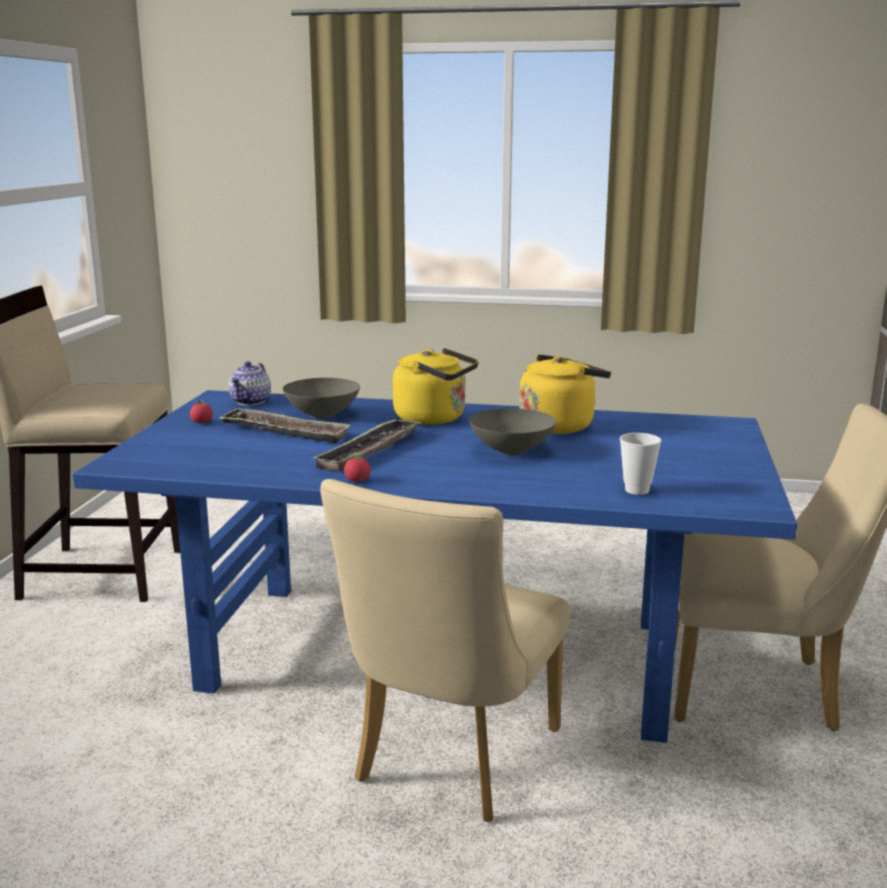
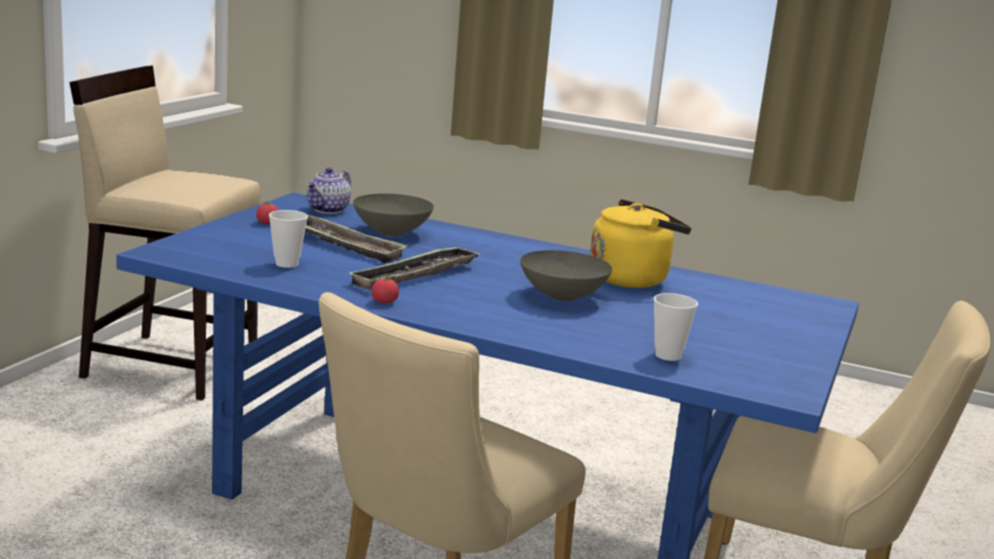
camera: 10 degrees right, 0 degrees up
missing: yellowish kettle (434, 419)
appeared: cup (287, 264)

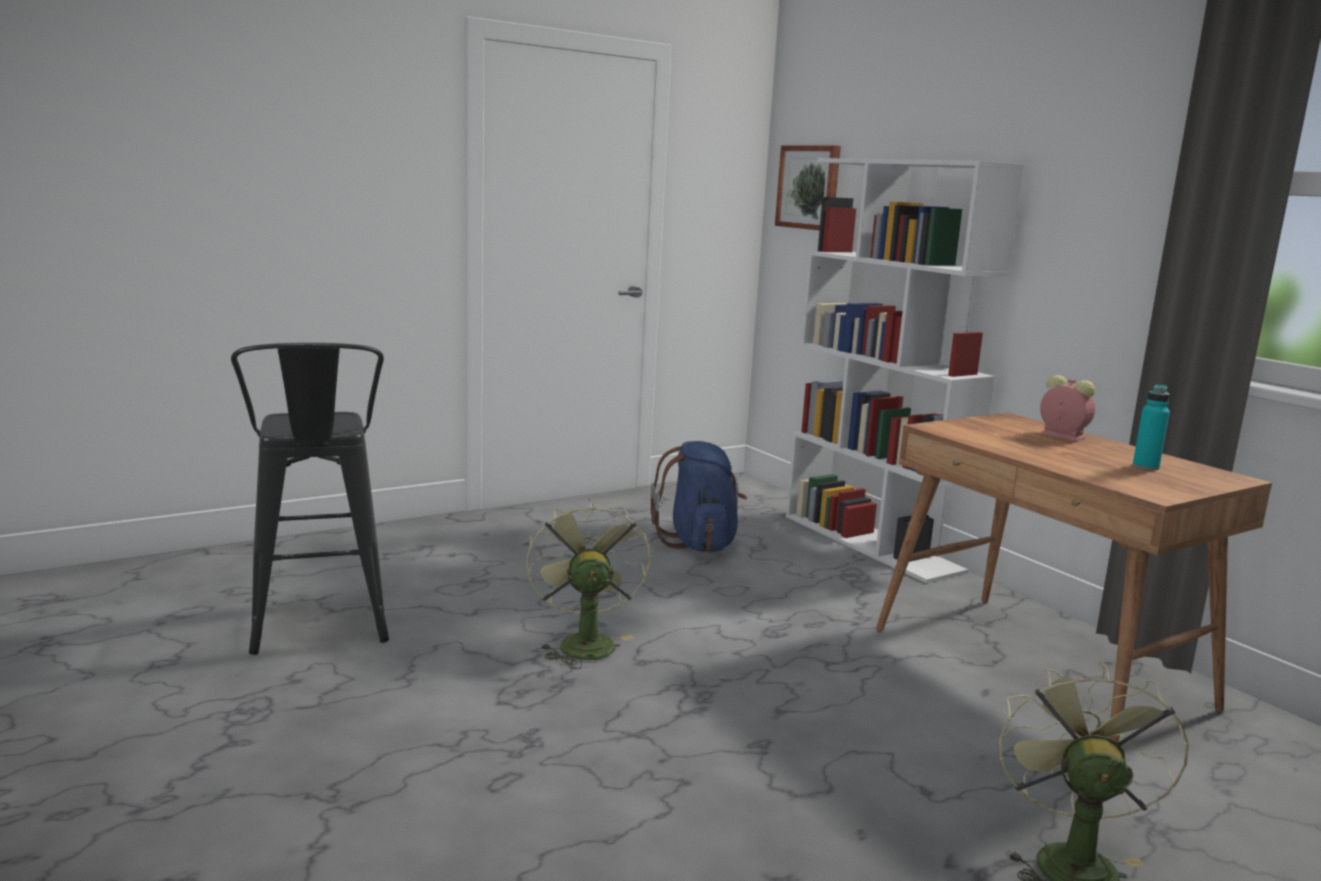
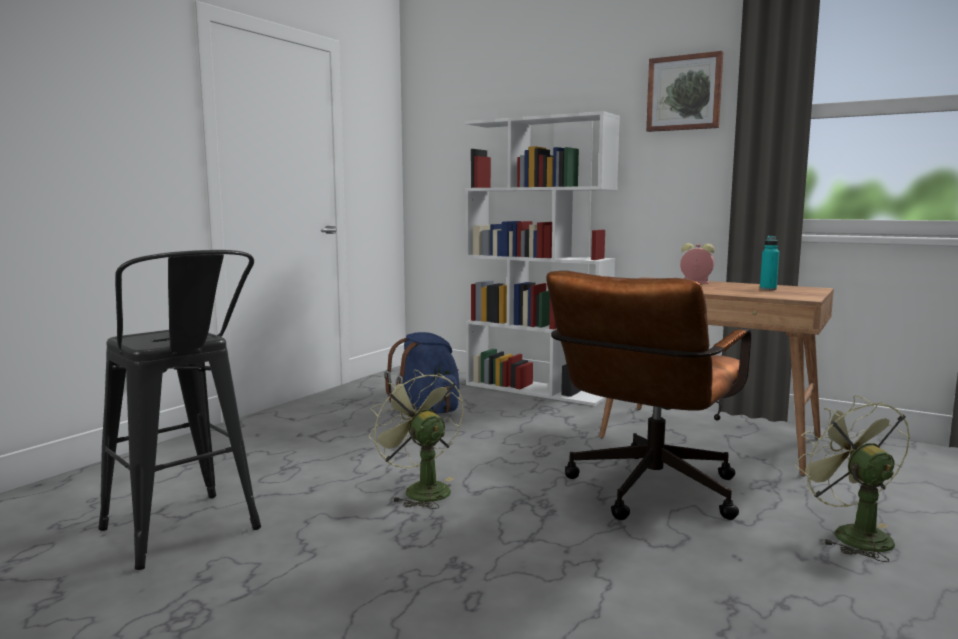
camera: 25 degrees left, 5 degrees down
appeared: brown-coloured computer chair (646, 494)
relocated: wall picture (809, 187) to (684, 93)

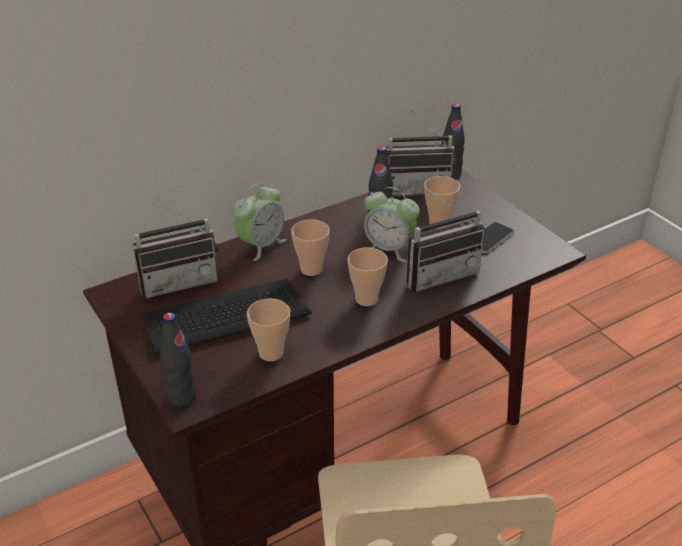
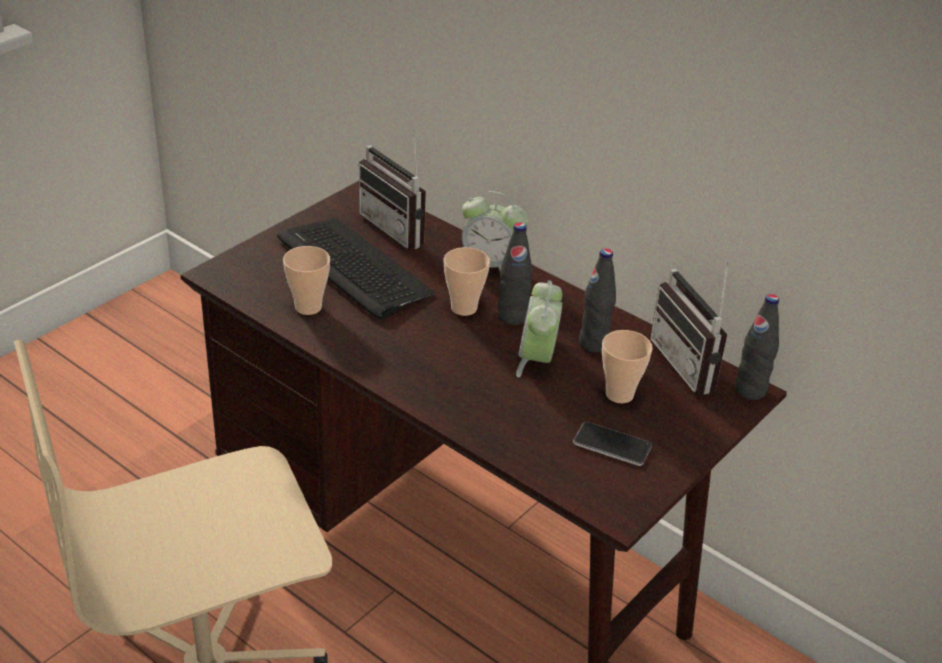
camera: 70 degrees right, 0 degrees up
missing: cup (366, 299); radio (439, 274)
relocated: blackish bottle (181, 396) to (512, 317)

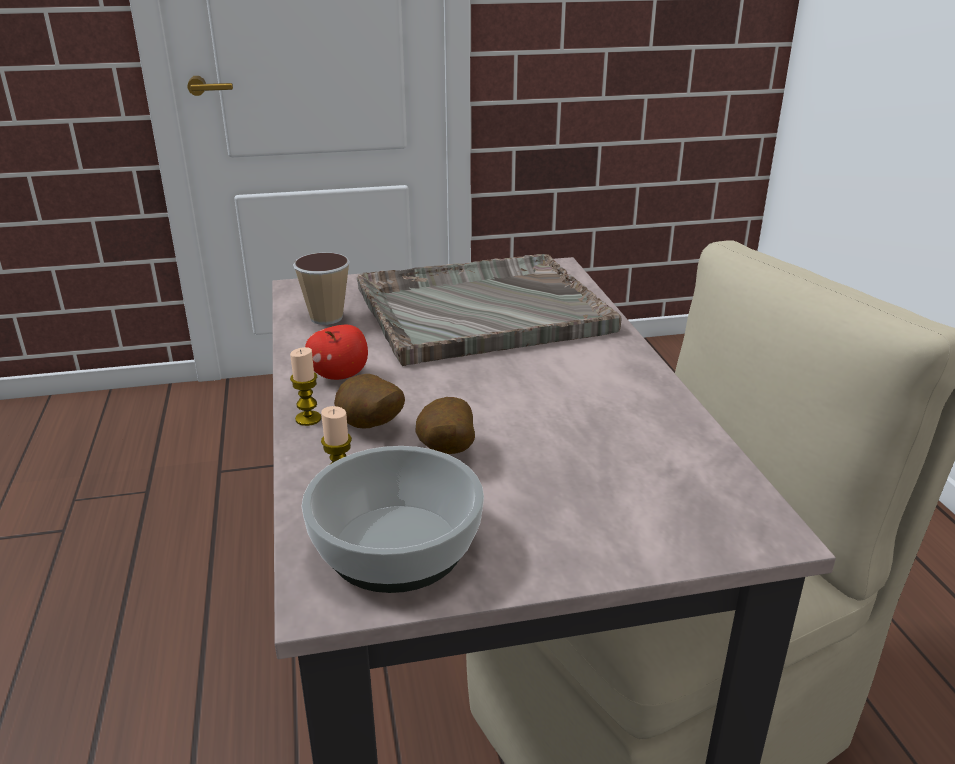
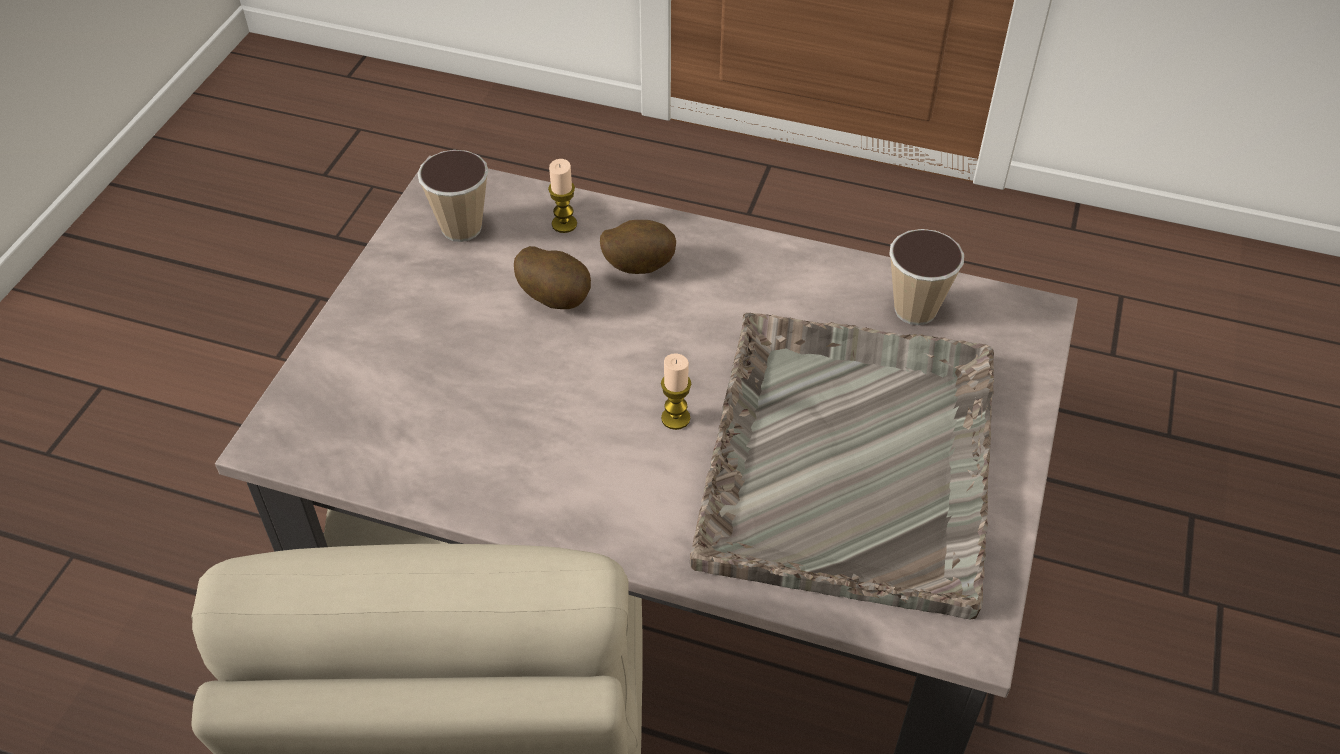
camera: 120 degrees right, 20 degrees up
missing: whole apple (339, 375)
relocated: wax candle (308, 419) to (675, 418)
exchanged: deep dish (397, 548) to cup (461, 228)

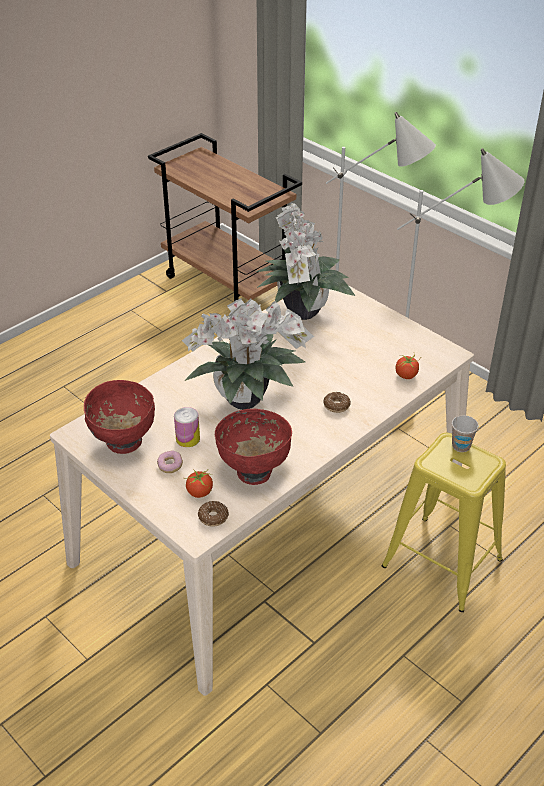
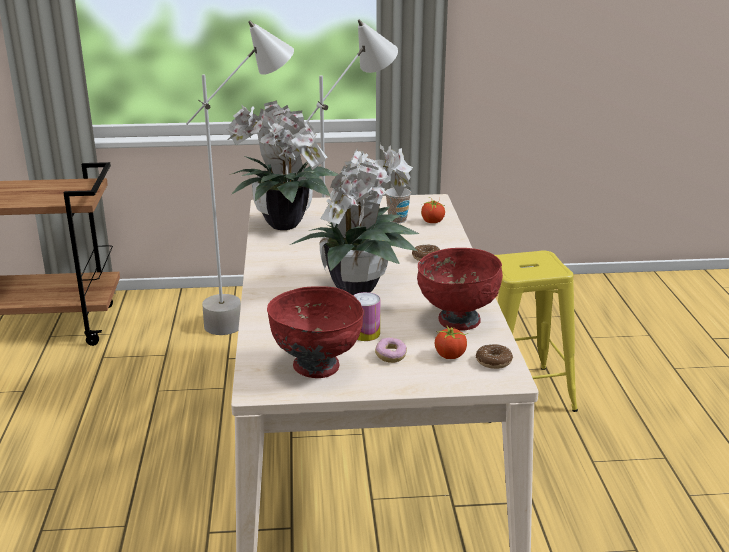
camera: 50 degrees left, 15 degrees down
relocated: cup (461, 446) to (397, 220)

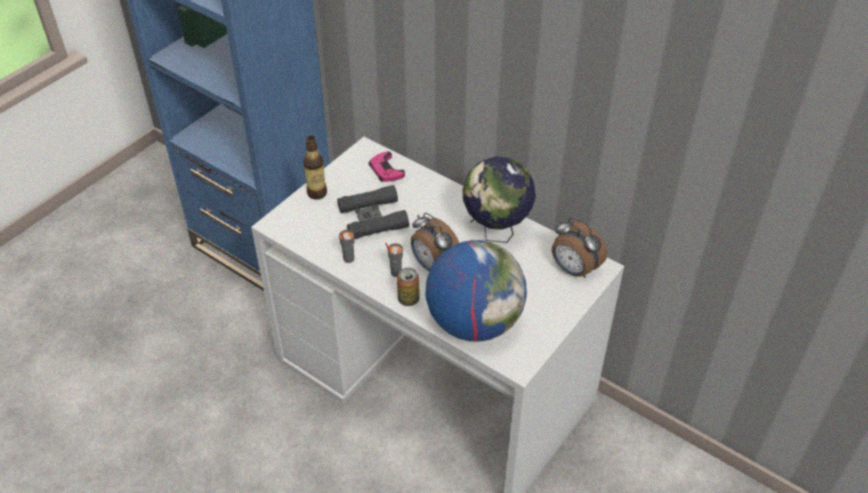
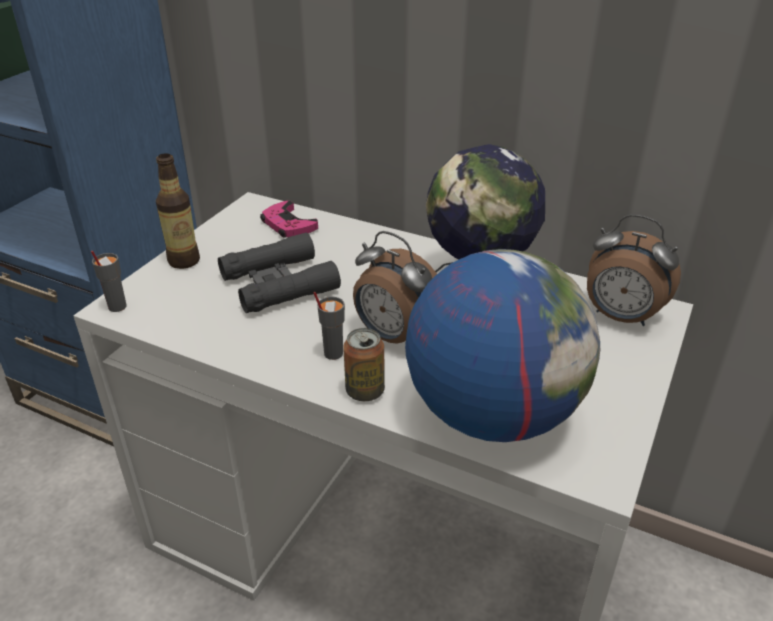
camera: 10 degrees left, 10 degrees down
relocated: gray cup (348, 259) to (116, 307)

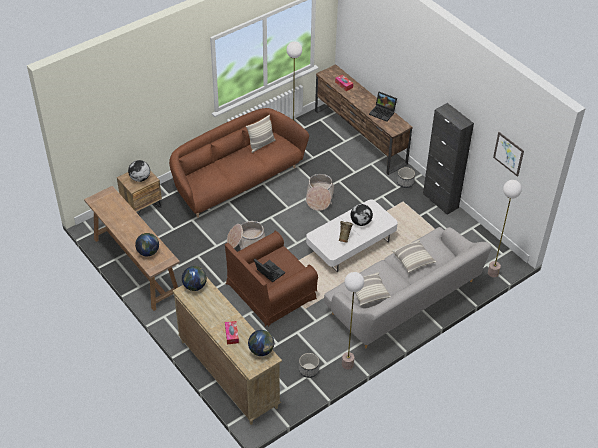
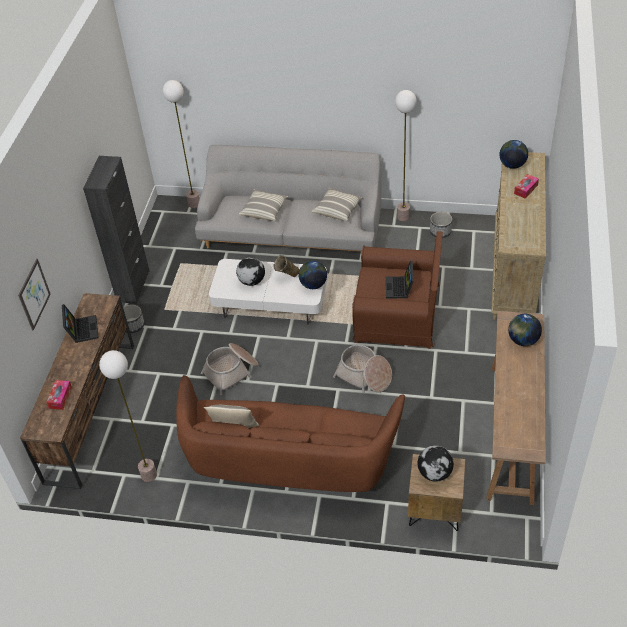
camera: 130 degrees left, 0 degrees up
relocated: globe (195, 286) to (313, 285); wall picture (508, 154) to (34, 294)

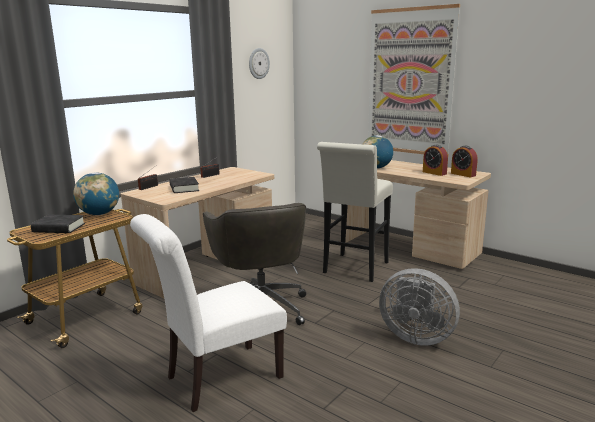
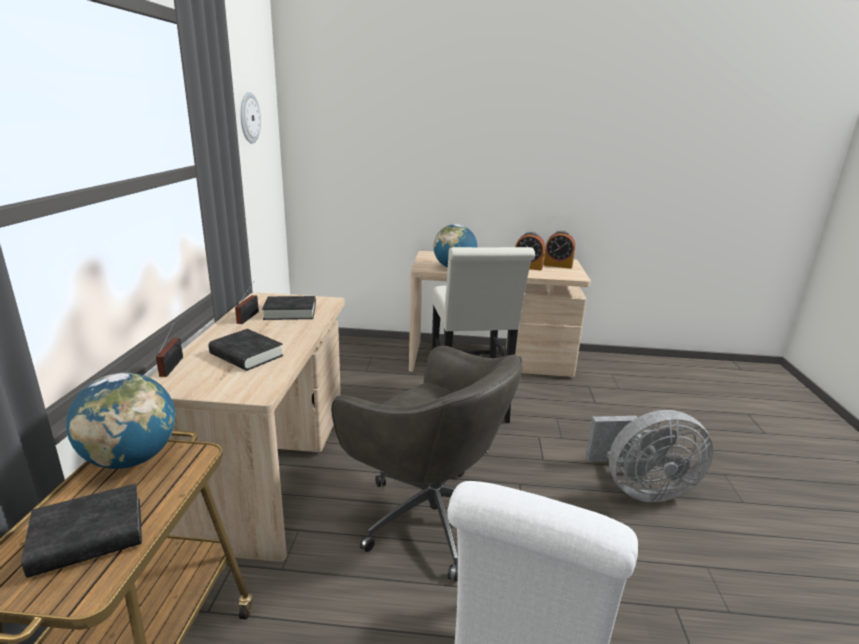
camera: 35 degrees left, 5 degrees up
missing: wall picture (410, 82)
appeared: blackish volume (290, 312)

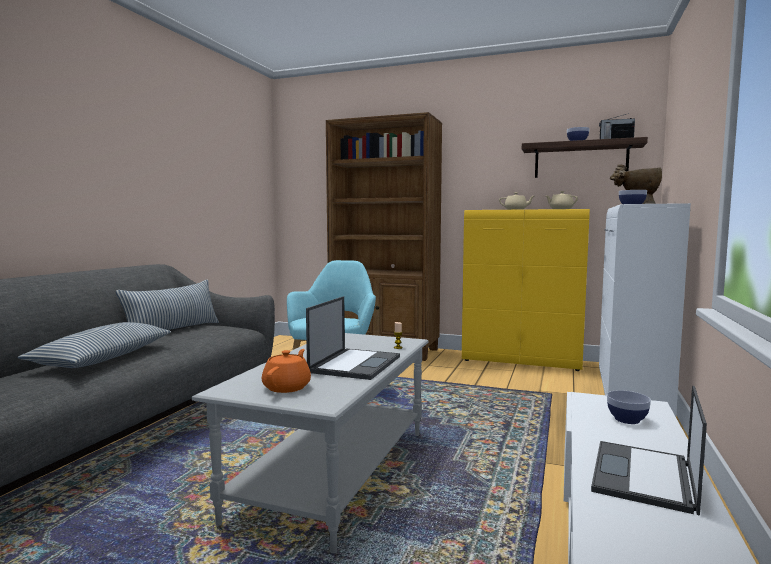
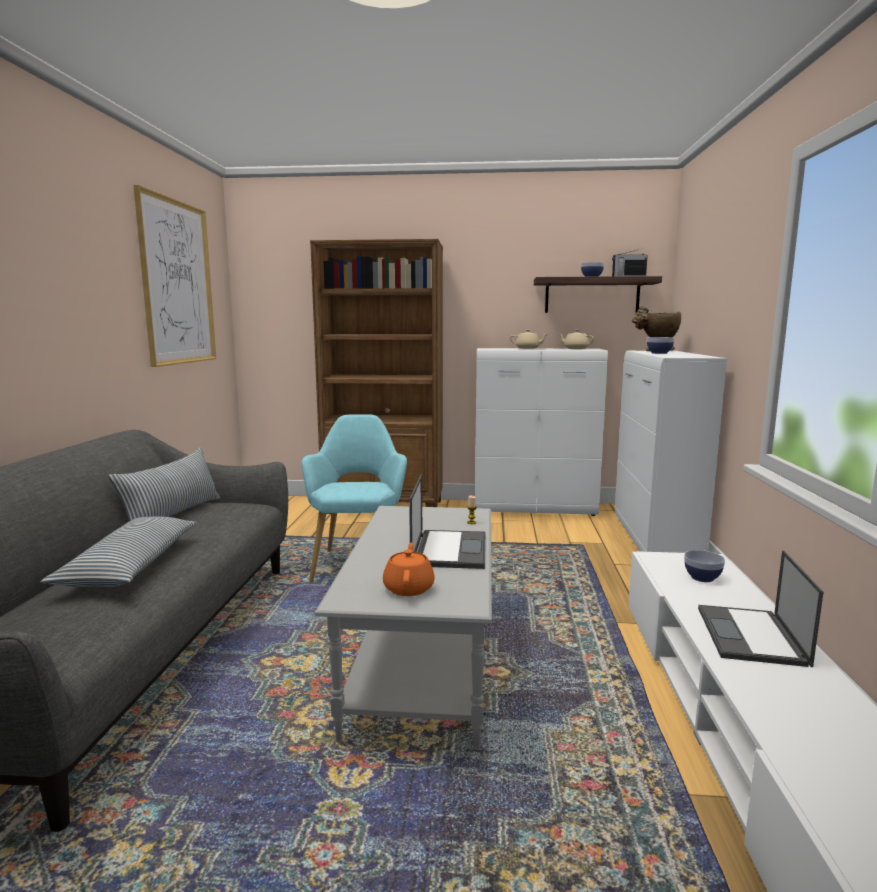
camera: 15 degrees left, 5 degrees up
appeared: wall picture (177, 283)
colour: yellowish storage cabinet (522, 361) to white storage cabinet (535, 509)

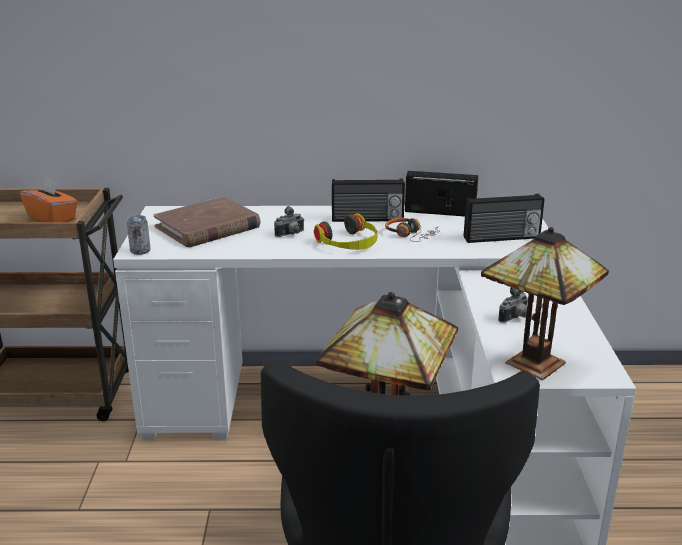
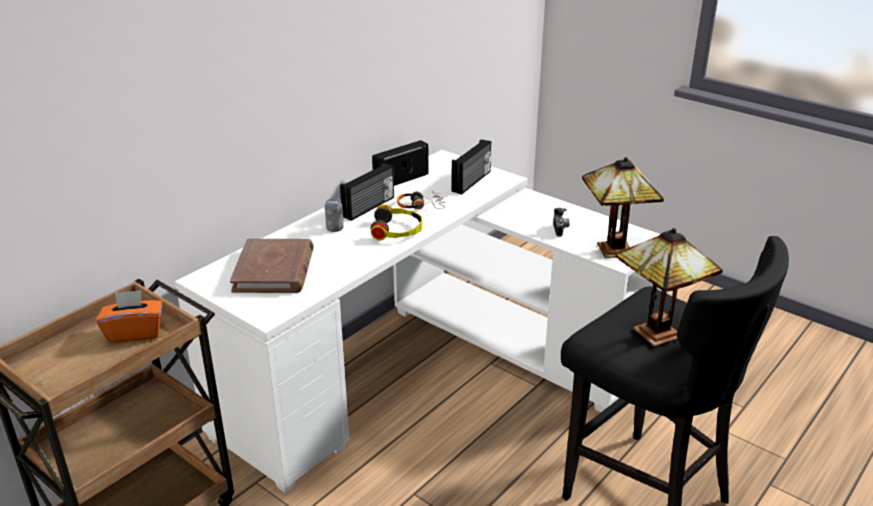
camera: 50 degrees left, 5 degrees up
missing: photo camera (291, 234)
relocated: sealed can (140, 251) to (335, 228)

